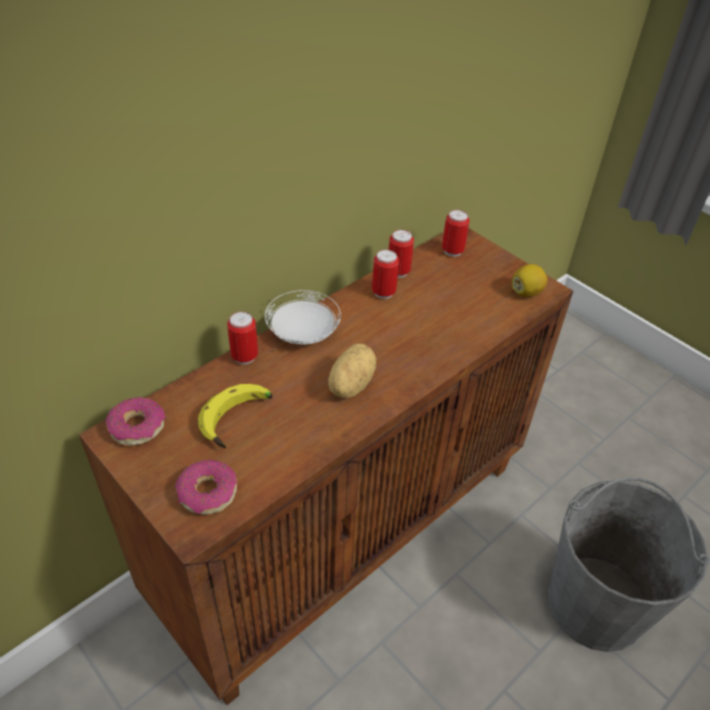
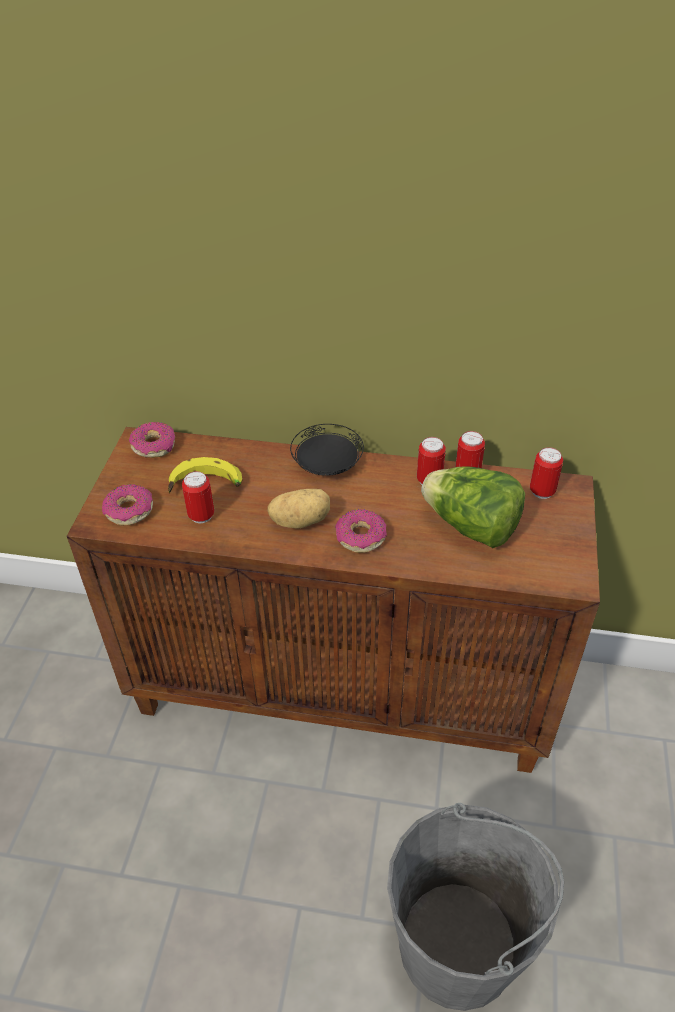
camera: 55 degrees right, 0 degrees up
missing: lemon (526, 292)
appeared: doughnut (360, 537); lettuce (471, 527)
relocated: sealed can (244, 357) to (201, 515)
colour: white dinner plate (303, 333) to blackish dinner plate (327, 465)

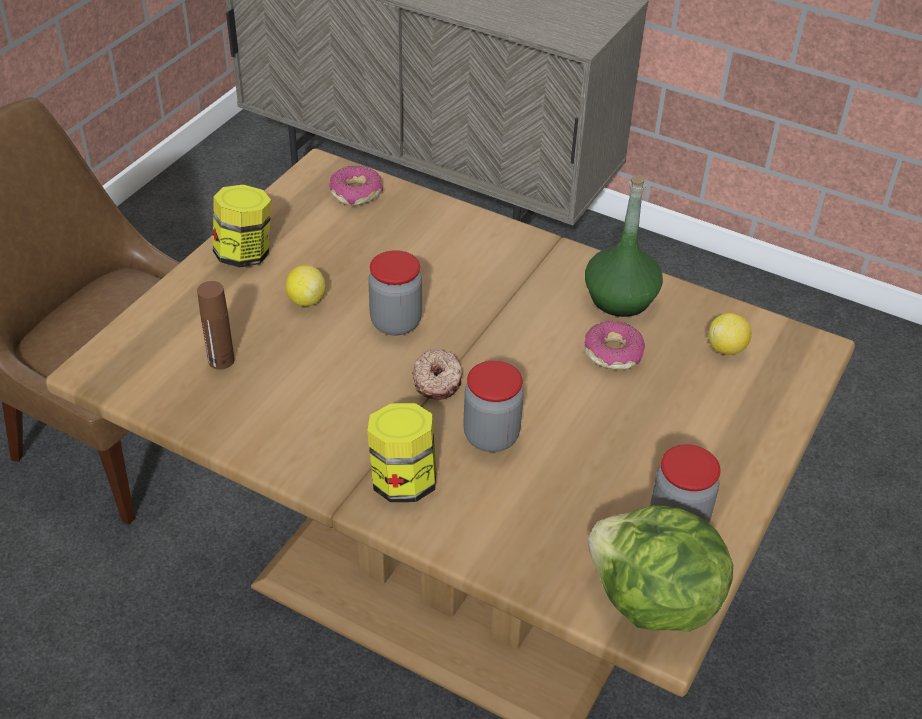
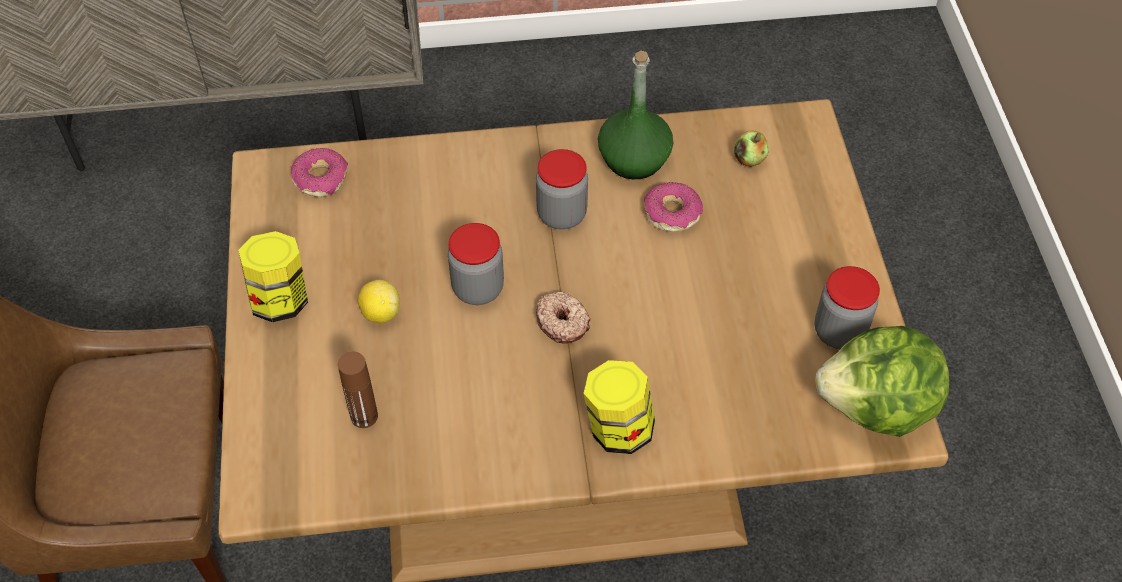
camera: 35 degrees left, 10 degrees up
relocated: storage jar (491, 436) to (561, 214)
exchanged: lemon (726, 348) to whole apple (749, 159)

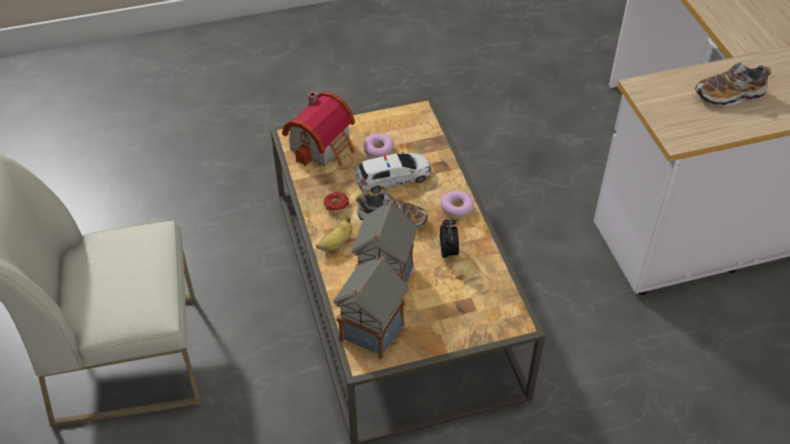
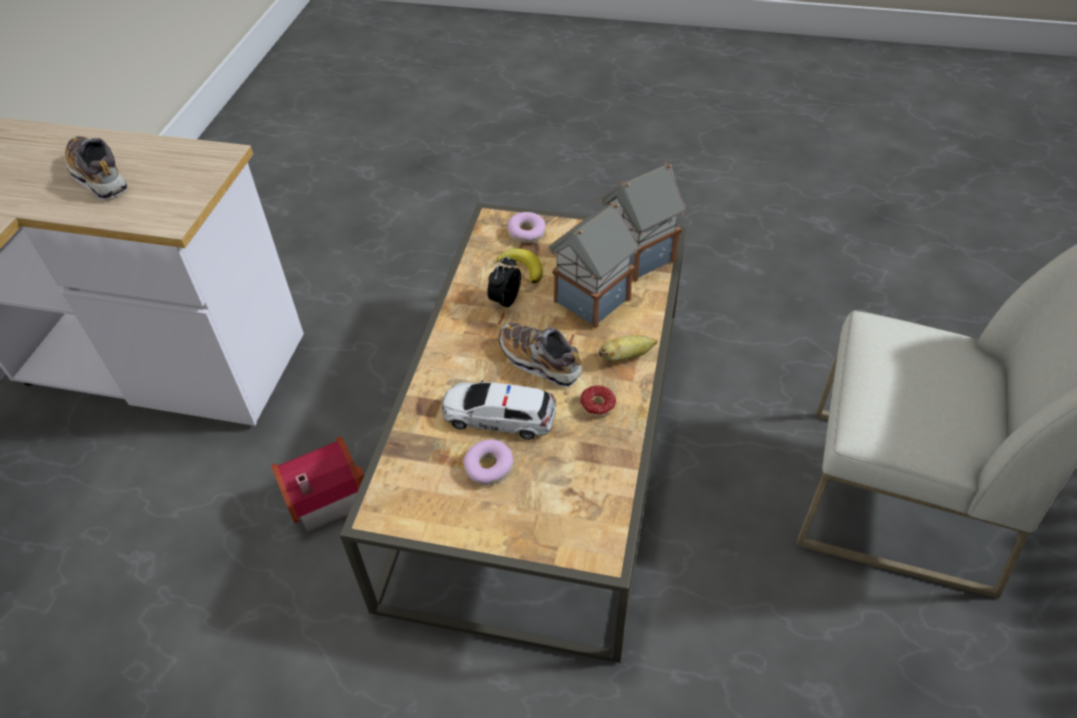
camera: 150 degrees left, 0 degrees up
appeared: banana fruit (523, 267)
relocated: model house (324, 146) to (322, 496); doughnut (457, 208) to (526, 233)
spun: item of footwear (729, 95) = (99, 177) 150 degrees counterclockwise

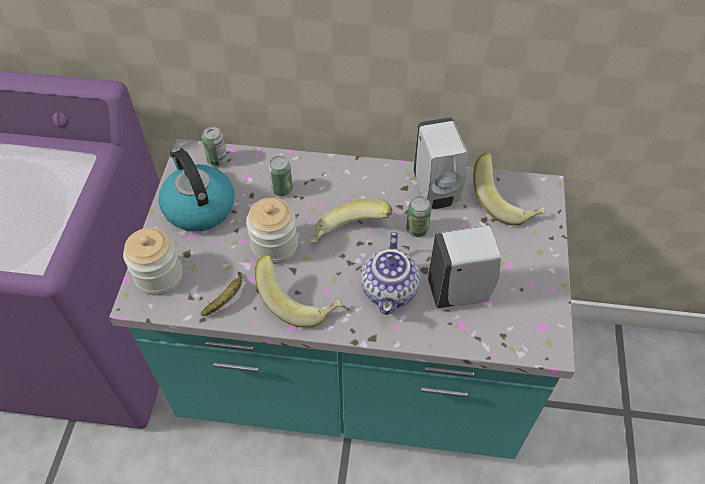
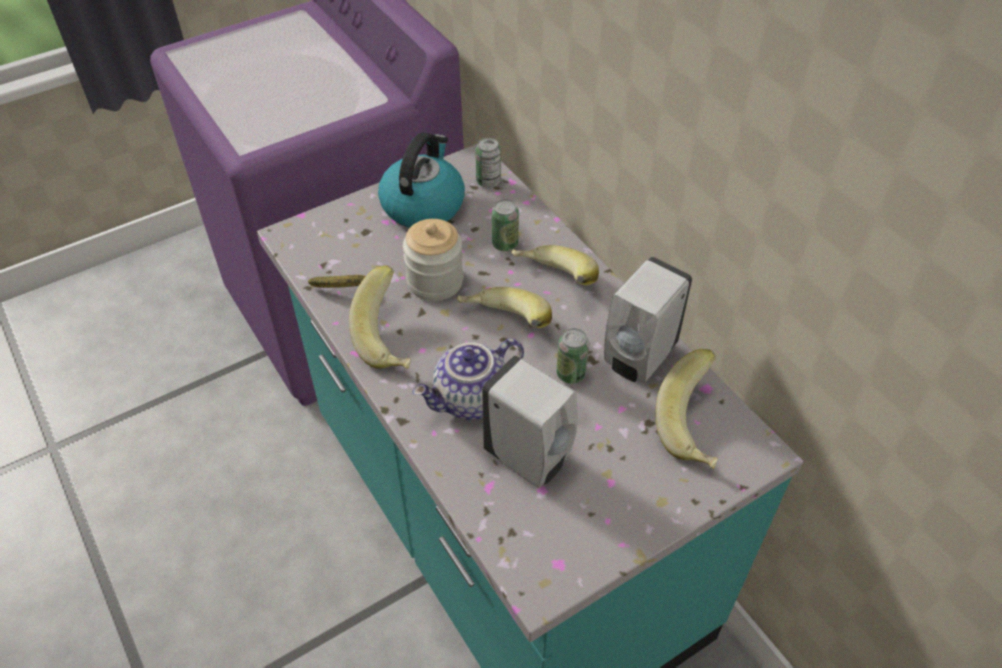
camera: 50 degrees right, 5 degrees down
missing: storage jar (159, 276)
appeared: banana fruit (552, 283)

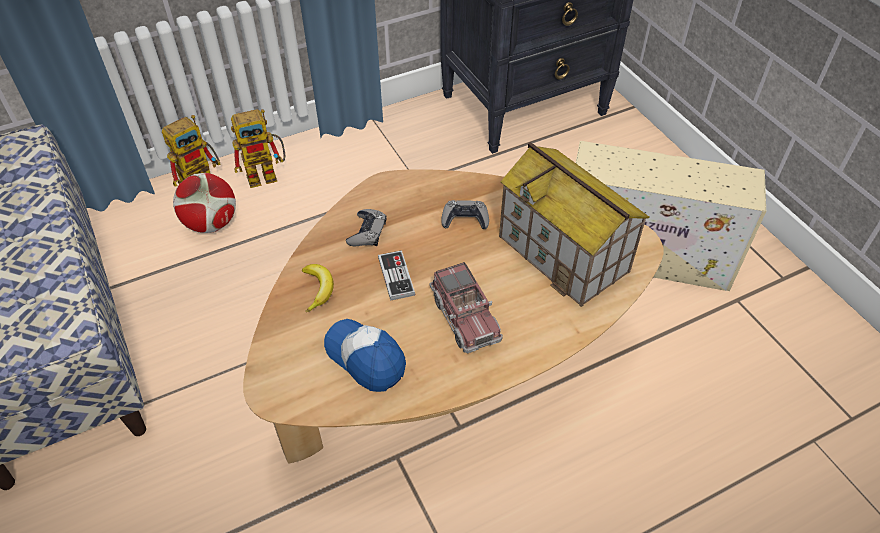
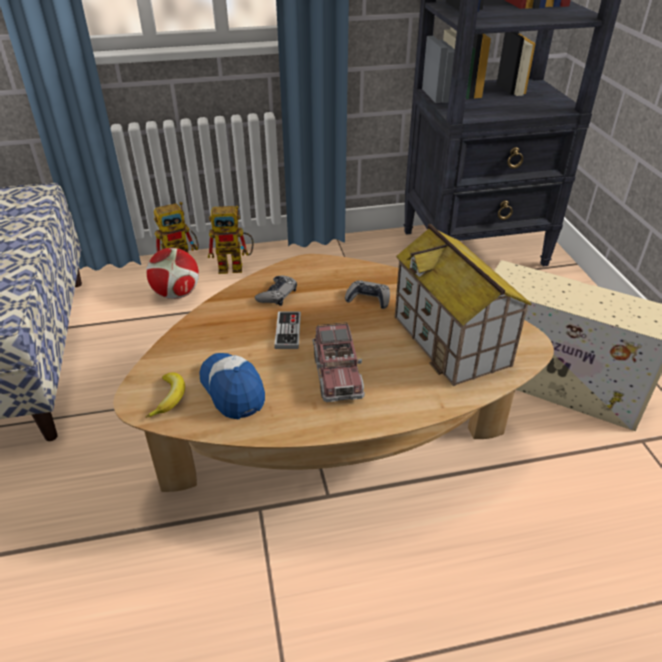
camera: 15 degrees right, 10 degrees down
relocated: banana fruit (318, 289) to (169, 398)

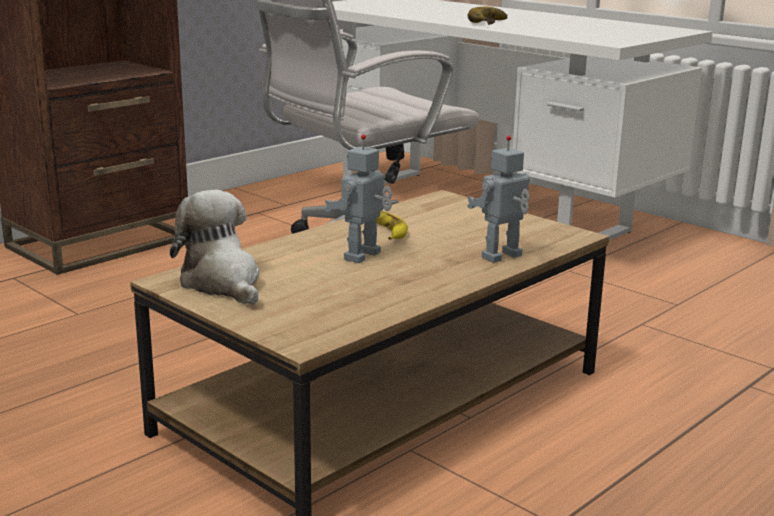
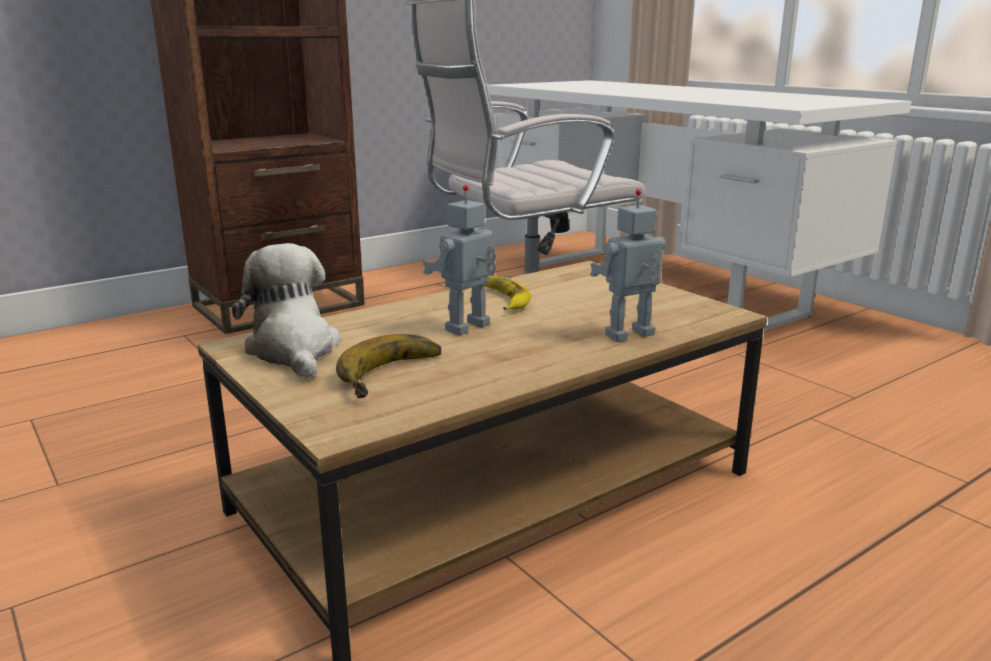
camera: 10 degrees right, 0 degrees up
relocated: banana fruit (494, 23) to (397, 375)

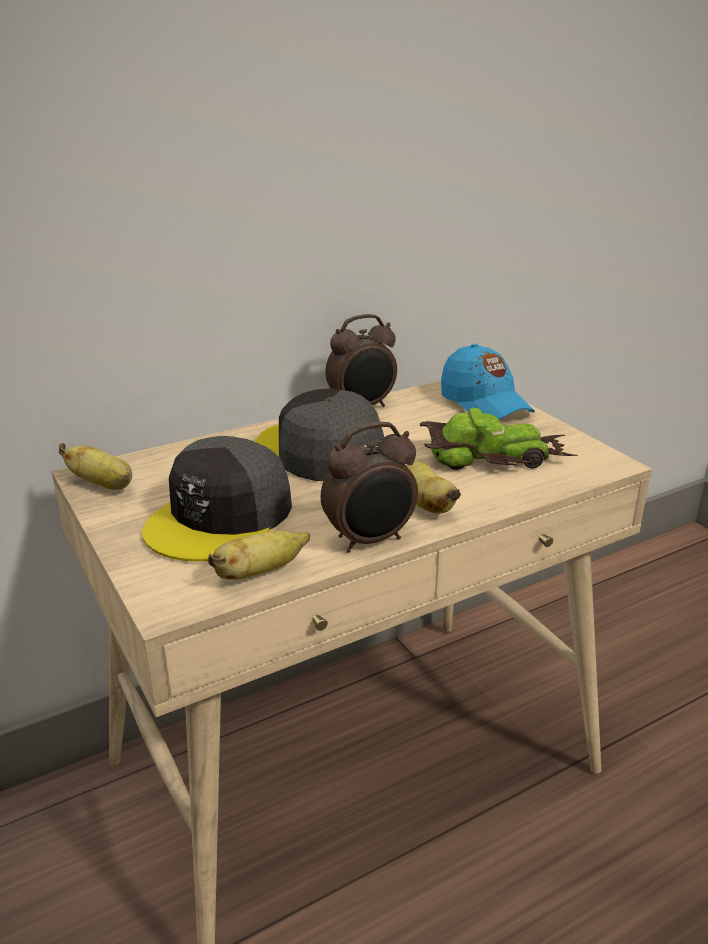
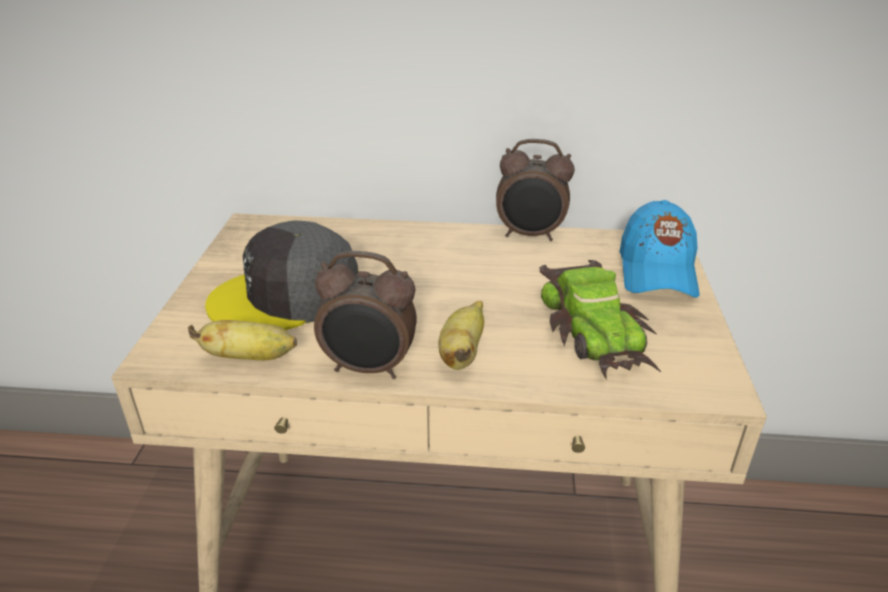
camera: 35 degrees right, 5 degrees up
missing: banana fruit (103, 485); gray peaked cap (319, 451)
spun: model car (493, 455) = (595, 329) 45 degrees clockwise

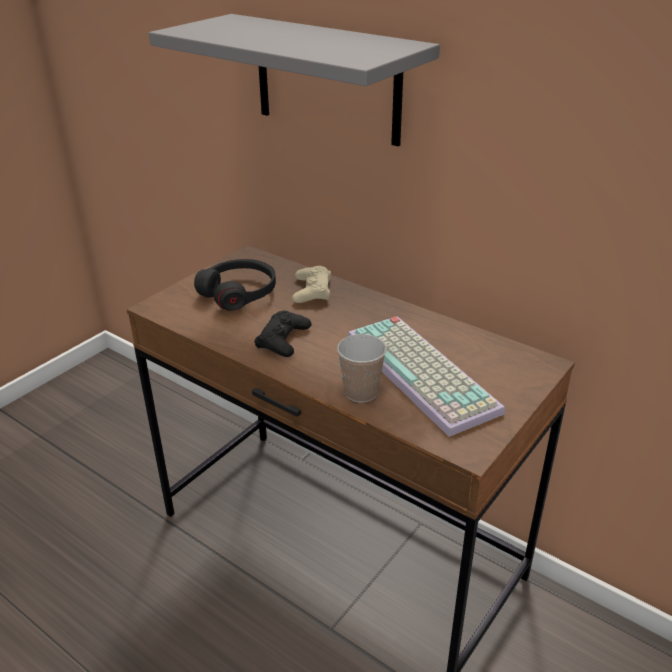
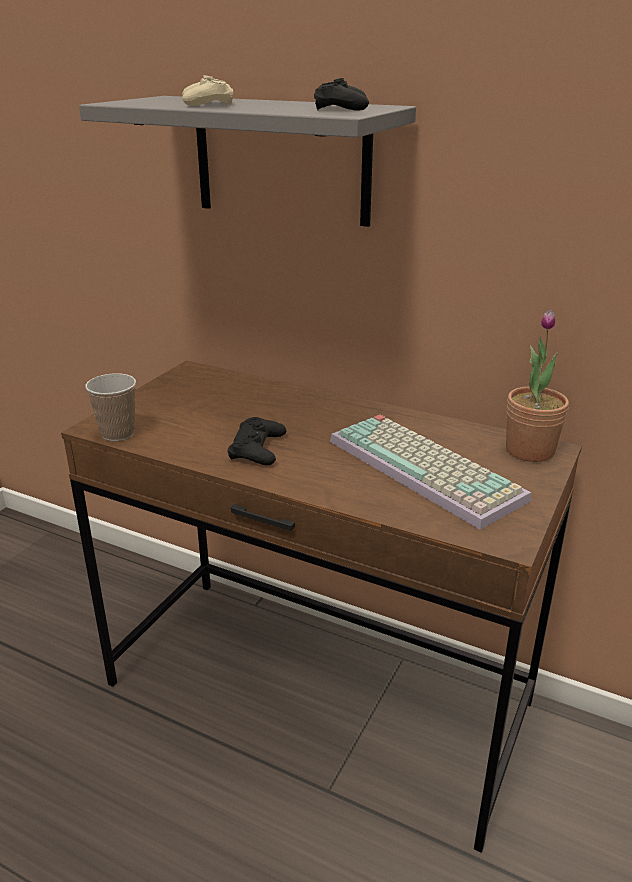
camera: 10 degrees left, 5 degrees down
missing: blackish headset (239, 293)
appeared: blackish game controller (341, 108); potted plant (530, 450)
relocated: beige-coloured game controller (312, 290) to (207, 103); cup (361, 393) to (118, 433)

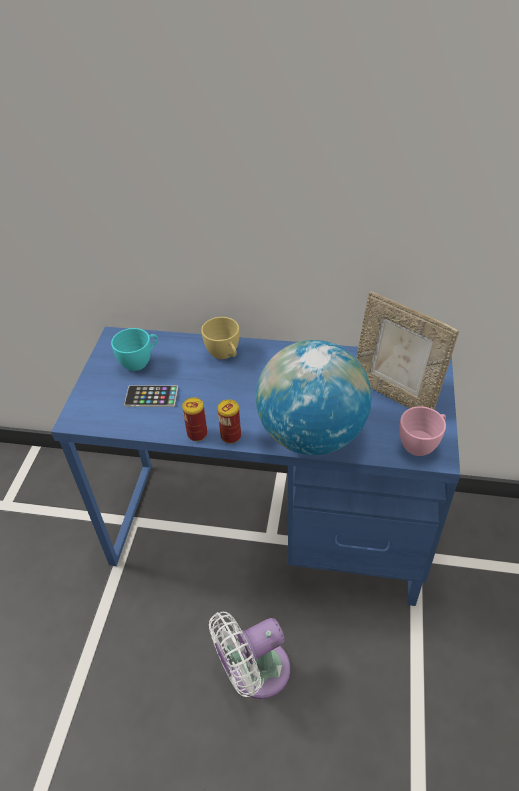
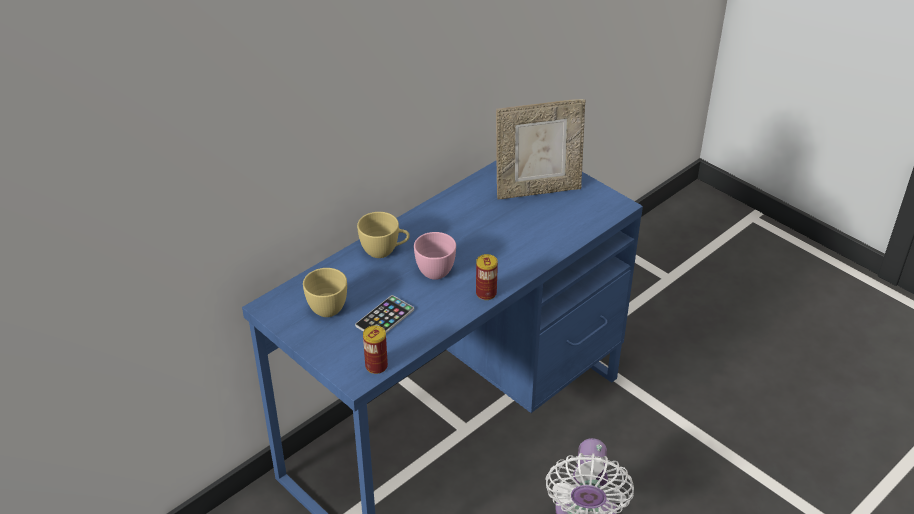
camera: 55 degrees left, 5 degrees down
missing: globe (311, 434)
relocated: sealed can (197, 434) to (376, 366); pinkish cup (421, 444) to (435, 268)
colour: turquoise cup (140, 362) to yellowish cup (328, 305)

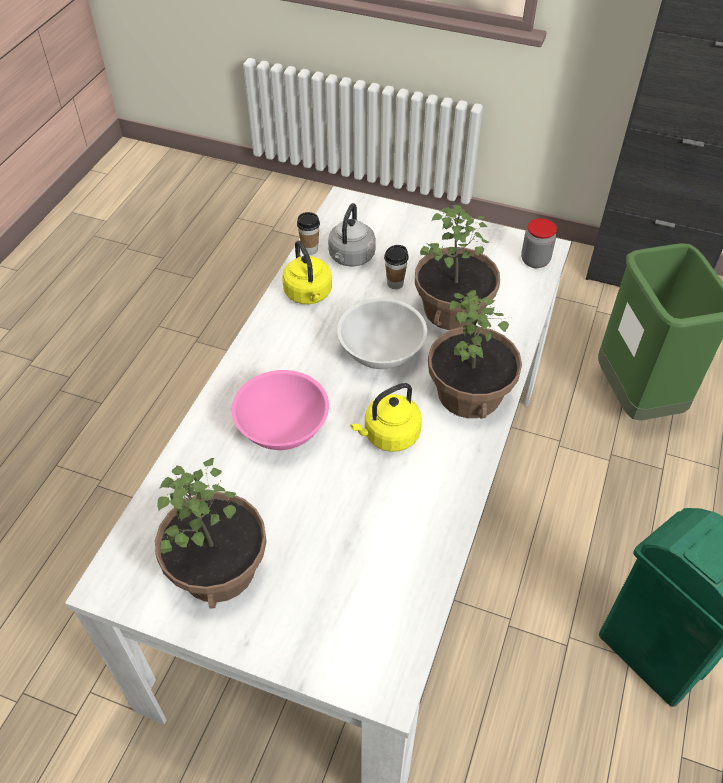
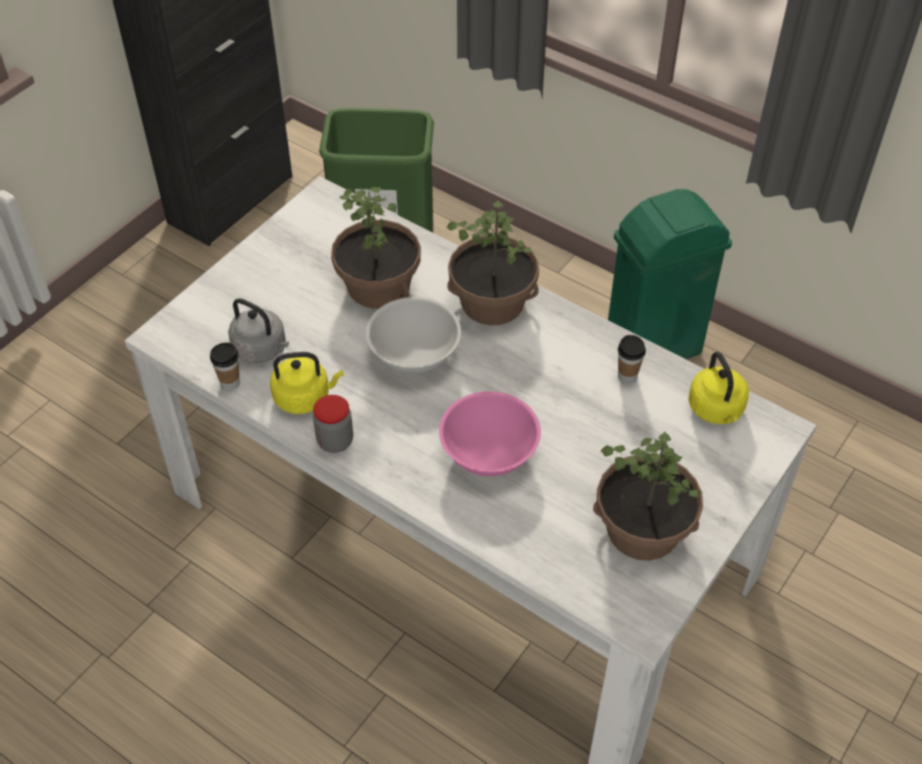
camera: 75 degrees left, 0 degrees up
relocated: yellowish kettle (389, 435) to (716, 410); cup (395, 283) to (627, 376); storage jar (535, 260) to (335, 441)

